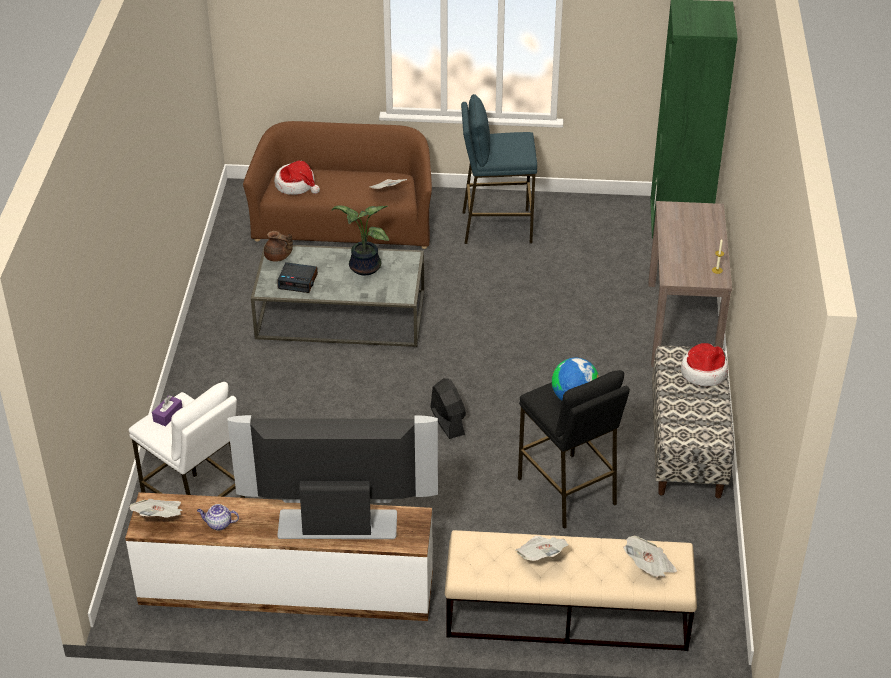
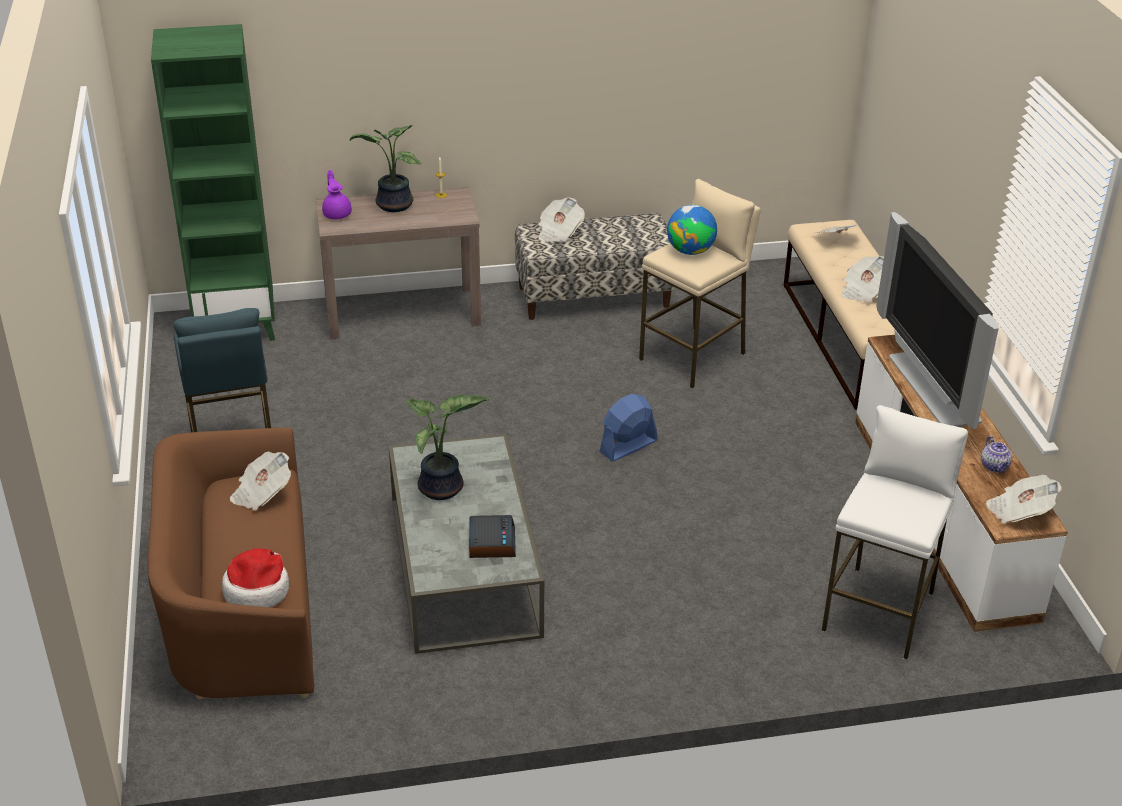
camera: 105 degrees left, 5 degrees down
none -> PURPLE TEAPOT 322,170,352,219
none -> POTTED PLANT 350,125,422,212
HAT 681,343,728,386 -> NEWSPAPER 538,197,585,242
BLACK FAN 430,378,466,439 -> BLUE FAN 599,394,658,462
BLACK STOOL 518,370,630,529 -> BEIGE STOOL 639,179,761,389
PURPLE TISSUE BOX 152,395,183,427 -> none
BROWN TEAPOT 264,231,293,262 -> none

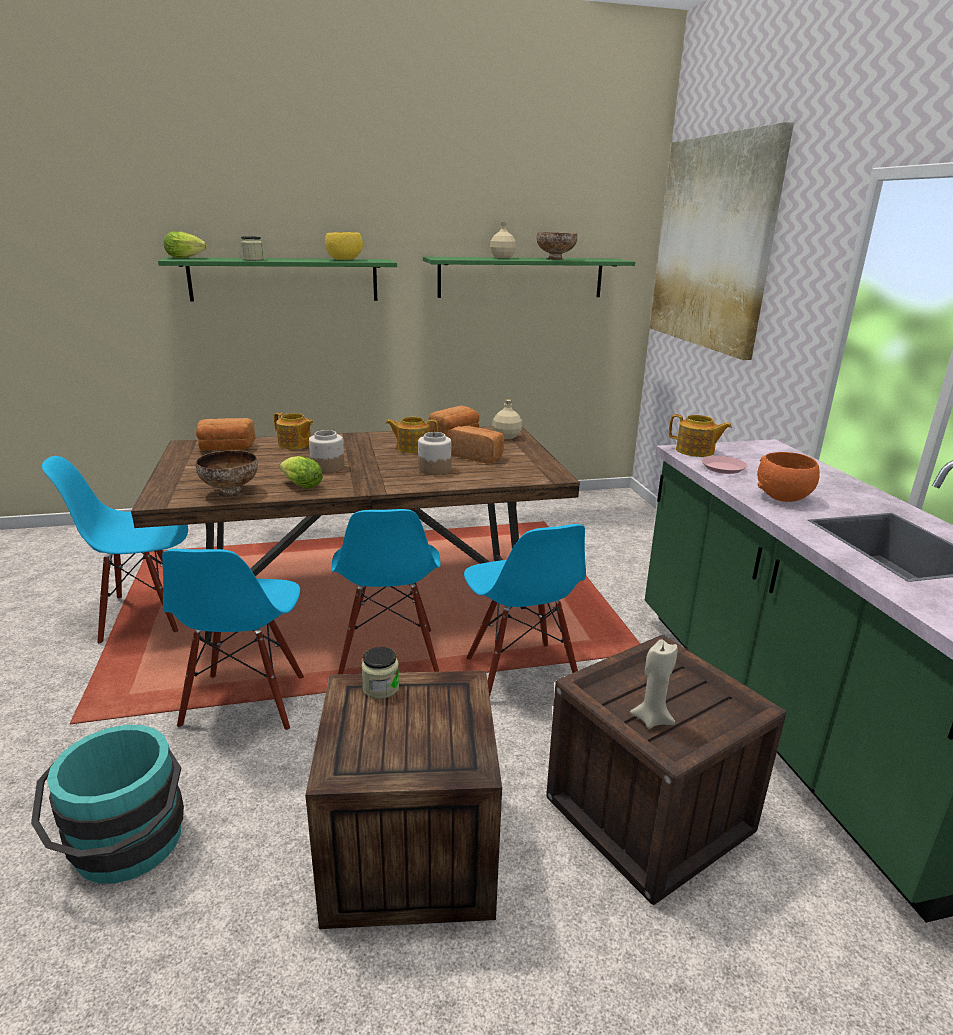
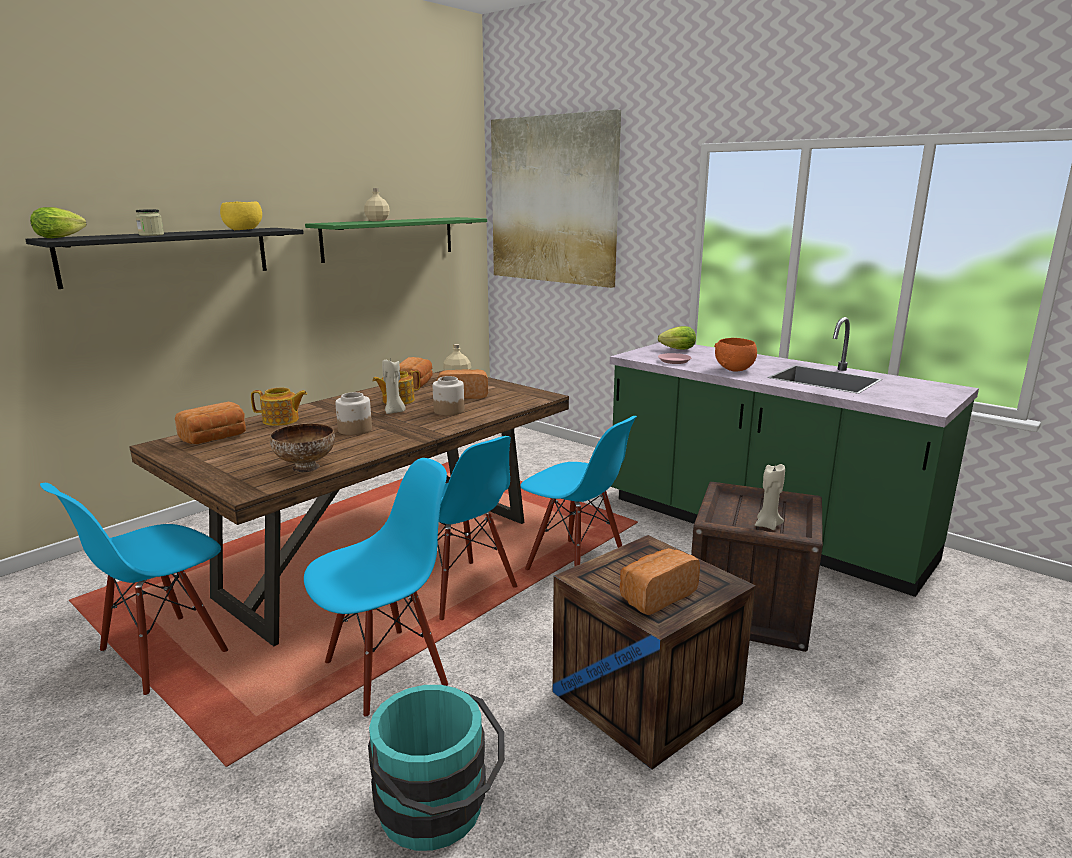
camera: 35 degrees left, 5 degrees down
GREEN SHELF 158,257,397,302 -> BLACK SHELF 25,228,304,289
BLUE CHAIR 162,549,304,731 -> BLUE CHAIR 304,458,448,718, 90 degrees counterclockwise
none -> BEIGE CANDLE 382,358,406,414
none -> BREAD 619,548,700,615
LETTUCE 279,456,323,489 -> LETTUCE 658,326,696,350, shifted
JAR 361,647,399,699 -> none
BOWL 537,232,577,260 -> none
TEAPOT 669,414,732,457 -> none

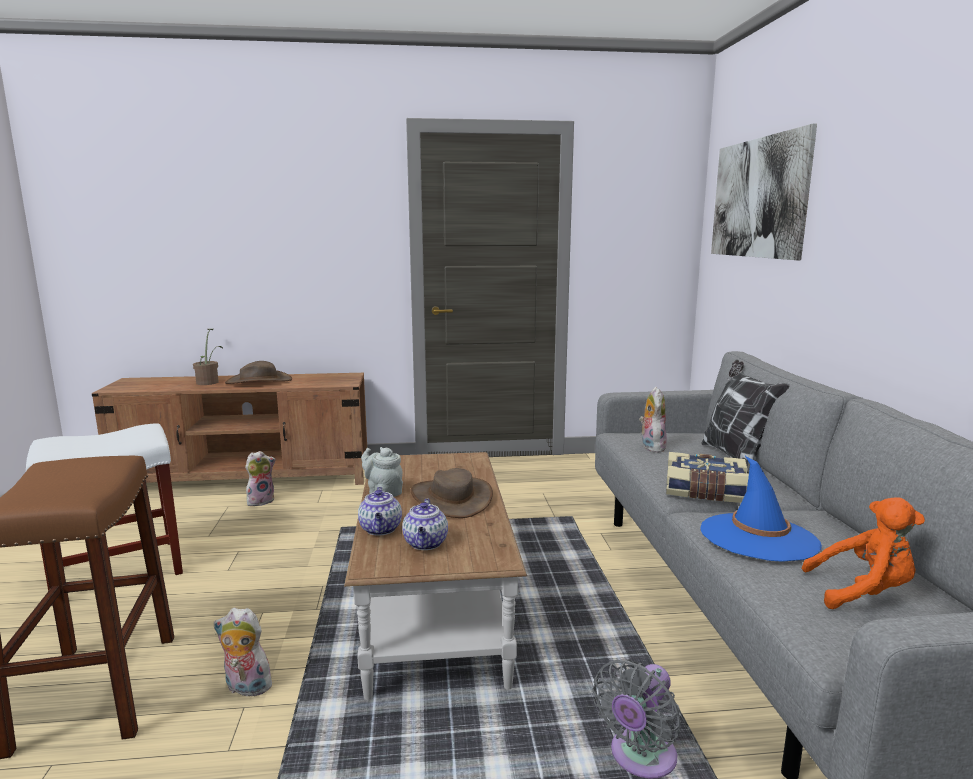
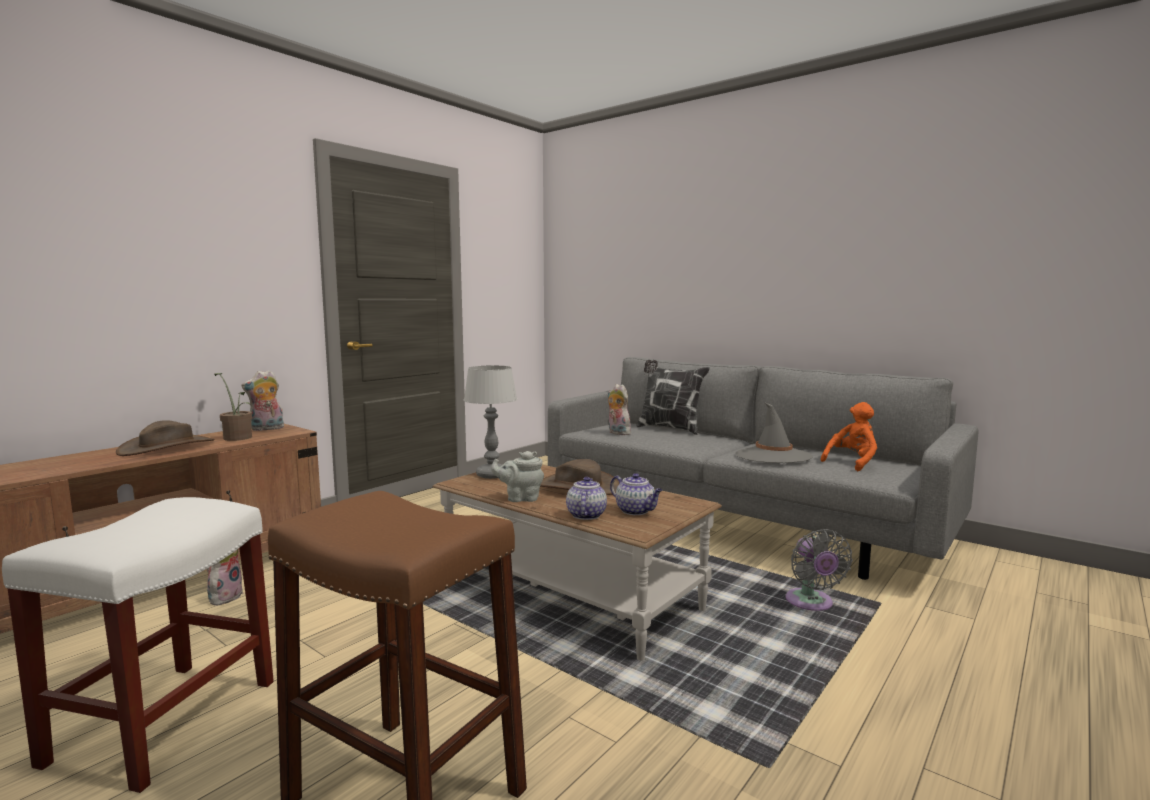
camera: 45 degrees left, 5 degrees down
POTTED PLANT 193,329,223,385 -> POTTED PLANT 214,373,252,441, shifted
PLUSH TOY 214,608,278,697 -> PLUSH TOY 241,370,284,431, shifted
none -> TABLE LAMP 464,365,517,479
TEAPOT 358,487,402,536 -> TEAPOT 566,477,607,520, 120 degrees counterclockwise
BLUE HAT 700,456,822,562 -> GREY HAT 735,402,813,463
BOOK 666,452,749,503 -> none
PICTURE 711,124,817,260 -> none

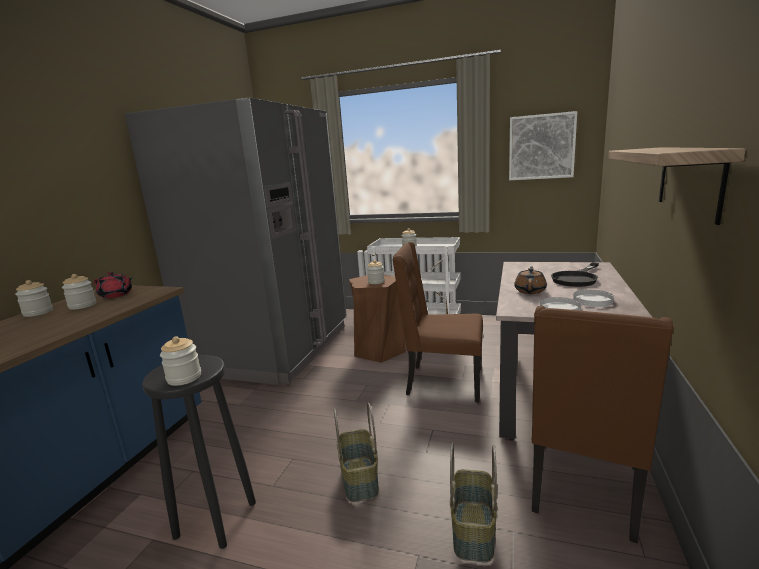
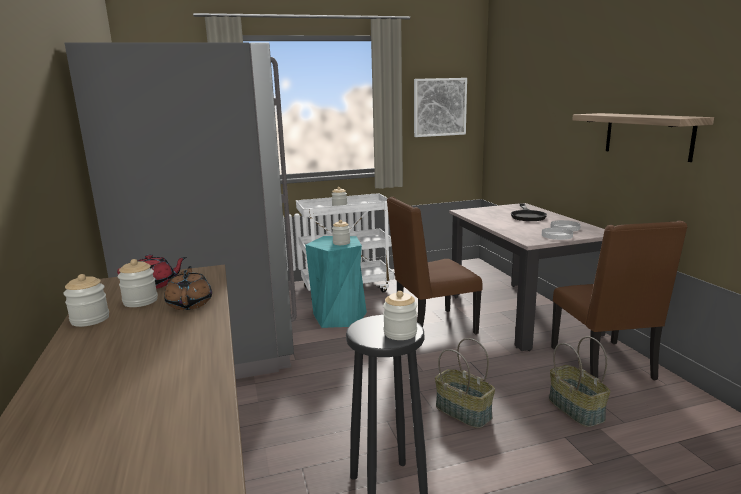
camera: 35 degrees left, 0 degrees up
BROWN TEAPOT 514,267,547,294 -> BROWN TEAPOT 164,266,212,310, shifted
BROWN STOOL 349,275,406,363 -> TURQUOISE STOOL 305,236,367,328

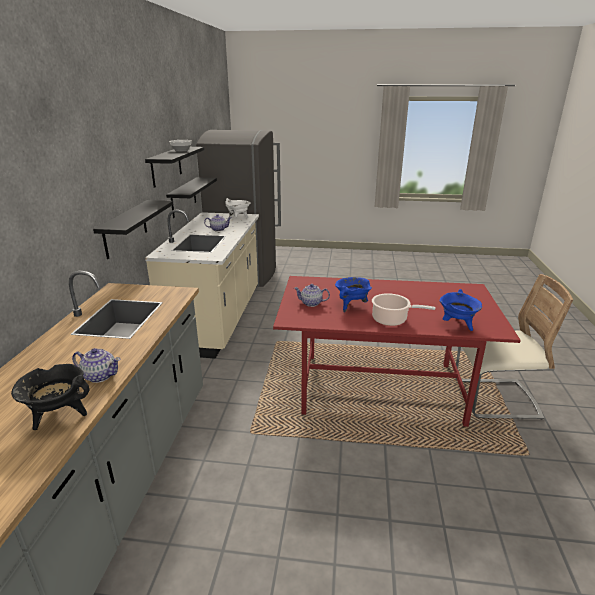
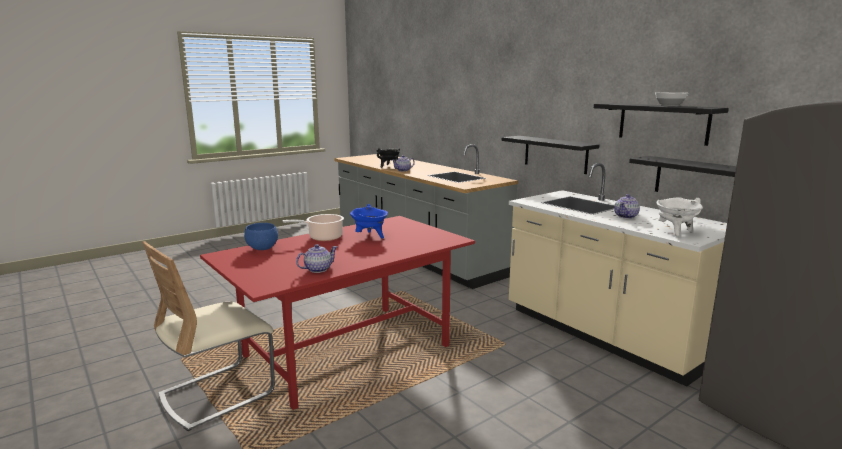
camera: 135 degrees right, 10 degrees down
BLUE COOKING POT 440,289,482,331 -> BLUE BOWL 244,223,278,250
TEAPOT 294,284,330,307 -> TEAPOT 296,244,337,273, shifted

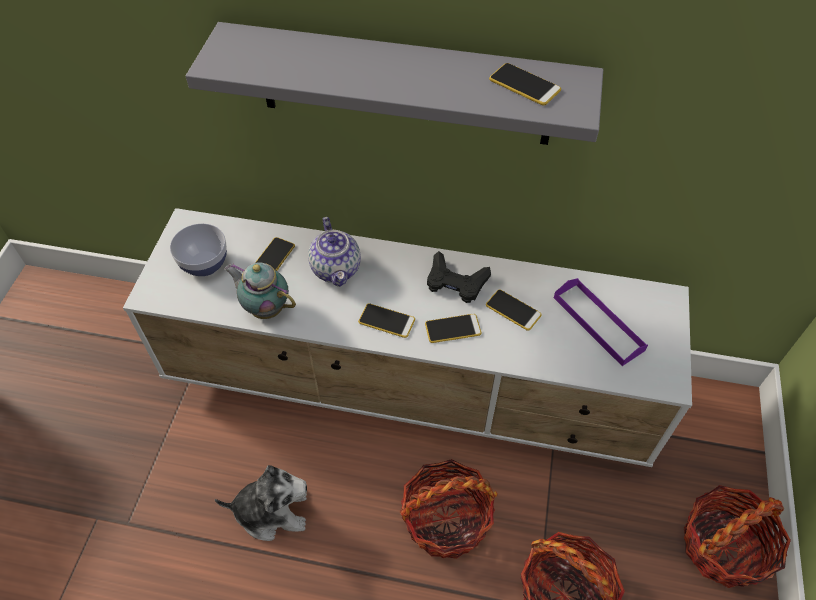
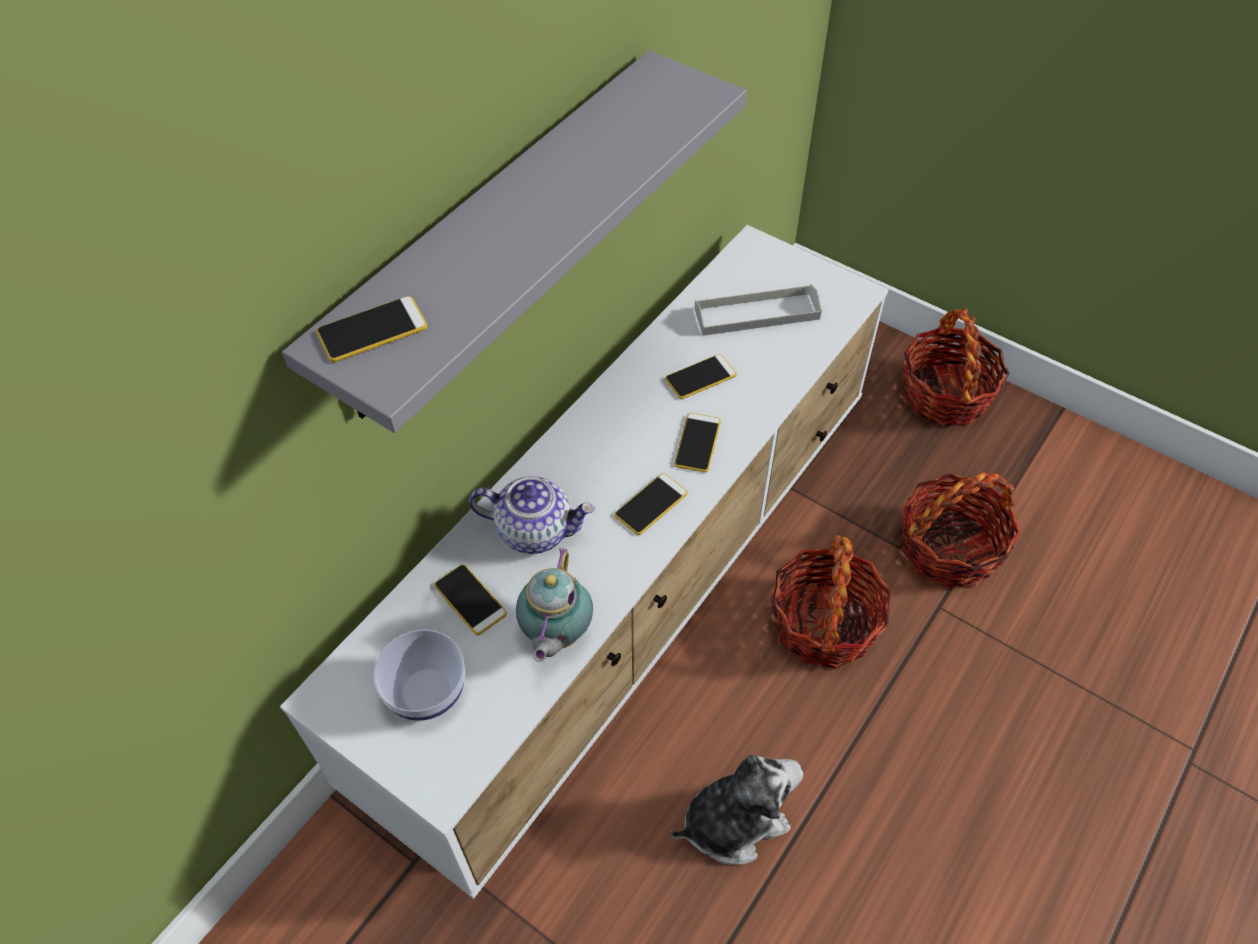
camera: 65 degrees left, 0 degrees up
PHONE 489,63,561,105 -> PHONE 316,296,427,362, shifted
TEAPOT 224,262,296,319 -> TEAPOT 516,548,593,662, 45 degrees counterclockwise
PLUSH TOY 215,465,307,541 -> PLUSH TOY 670,755,803,865, 45 degrees clockwise
PURPLE TRAY 554,278,648,366 -> GREY TRAY 695,284,822,336
BLACK GAME CONTROLLER 427,251,491,303 -> none

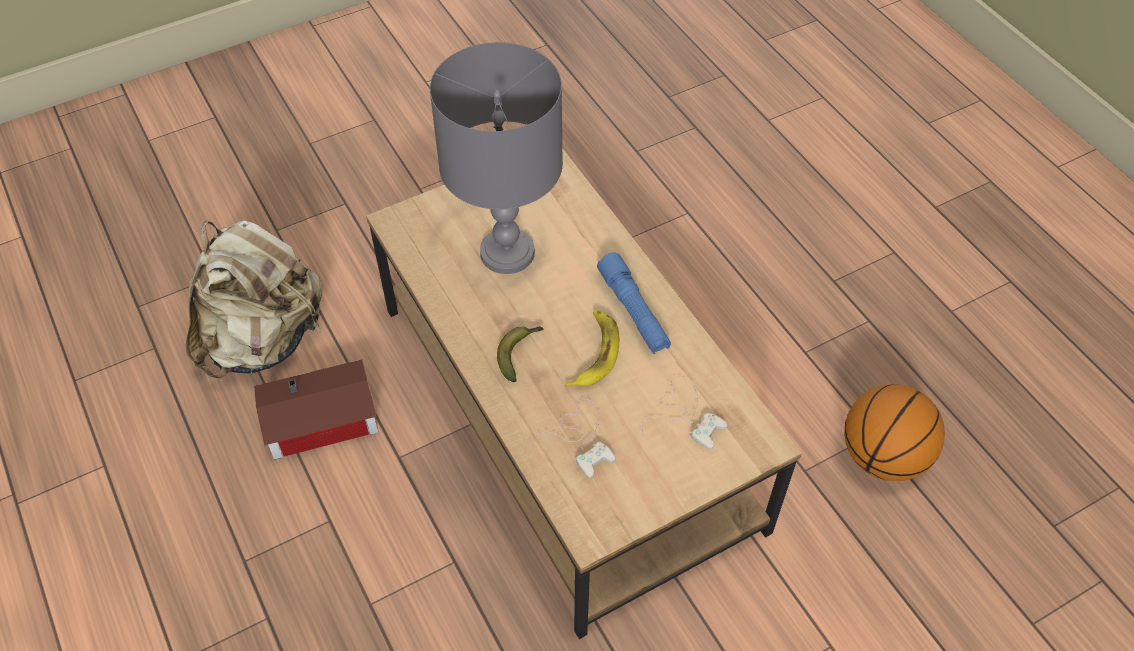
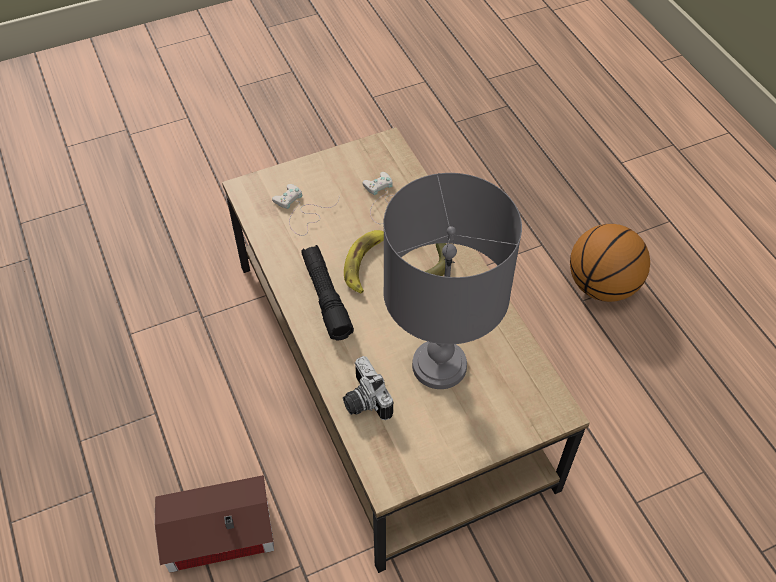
camera: 175 degrees left, 0 degrees up
TOY HOUSE 254,359,378,459 -> TOY HOUSE 155,475,274,573, shifted
BLUE FLASHLIGHT 597,252,671,354 -> BLACK FLASHLIGHT 301,245,354,341
none -> PHOTO CAMERA 343,356,393,420
BASKETBALL 844,384,945,481 -> BASKETBALL 570,224,650,302, shifted
BEIGE BACKPACK 186,220,323,378 -> none

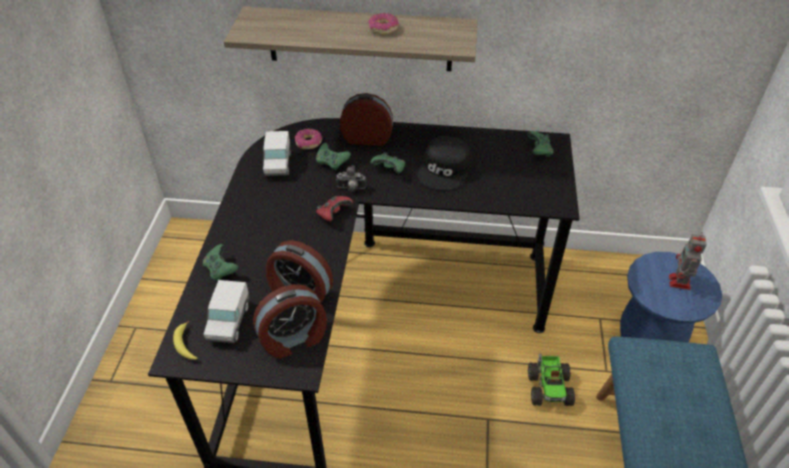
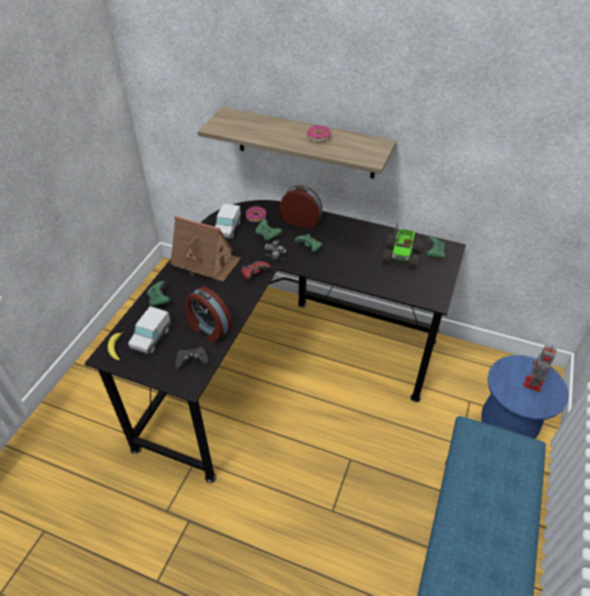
camera: 15 degrees right, 0 degrees up
none -> TOY HOUSE 170,216,240,281
ALARM CLOCK 253,284,327,359 -> BLACK GAME CONTROLLER 175,347,209,370
TOY TRUCK 528,353,575,406 -> TOY TRUCK 382,223,422,269, shifted
BLACK CAP 417,136,472,190 -> none

